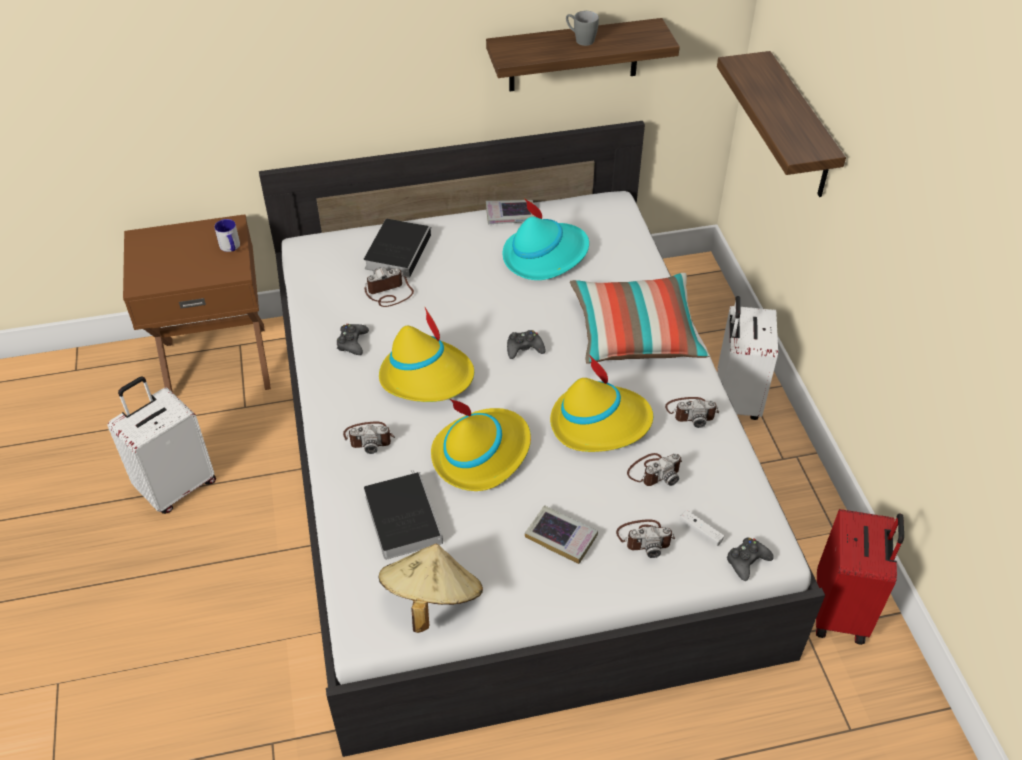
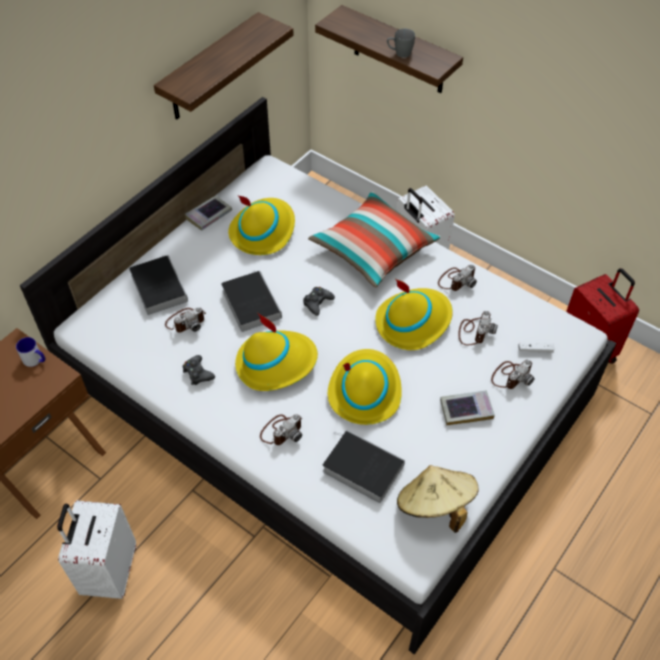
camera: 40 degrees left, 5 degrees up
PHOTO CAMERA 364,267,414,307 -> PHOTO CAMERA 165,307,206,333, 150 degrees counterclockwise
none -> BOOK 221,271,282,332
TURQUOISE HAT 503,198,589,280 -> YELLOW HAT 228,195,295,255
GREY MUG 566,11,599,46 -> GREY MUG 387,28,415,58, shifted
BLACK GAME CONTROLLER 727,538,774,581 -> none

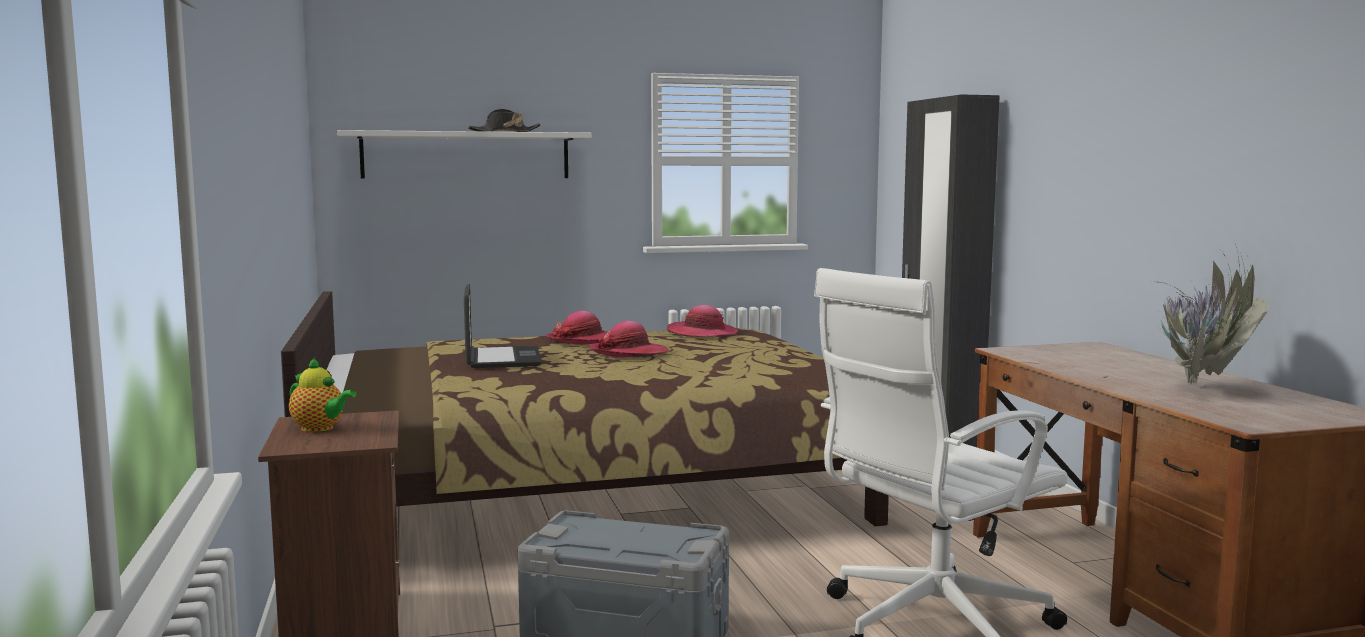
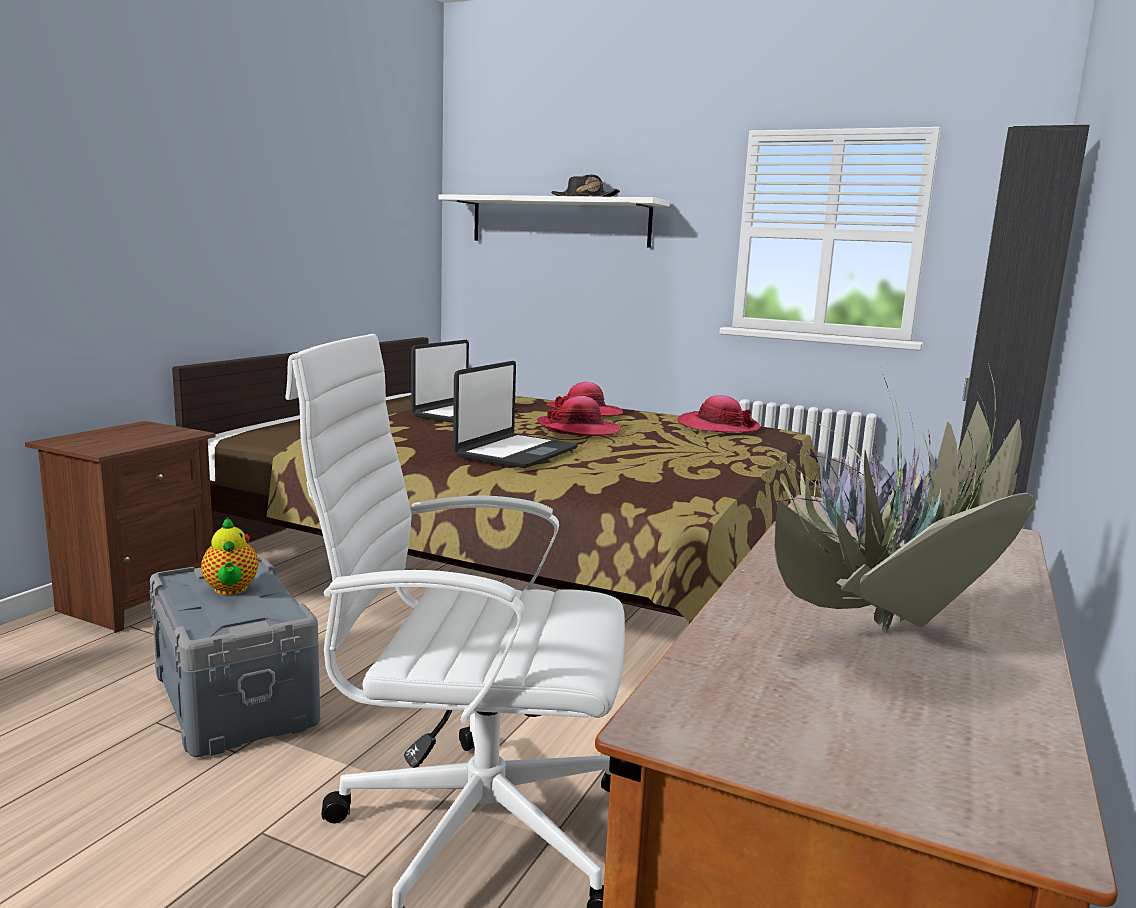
camera: 40 degrees right, 5 degrees up
TEAPOT 289,357,357,432 -> TEAPOT 201,517,258,595, shifted
none -> LAPTOP 453,361,578,468

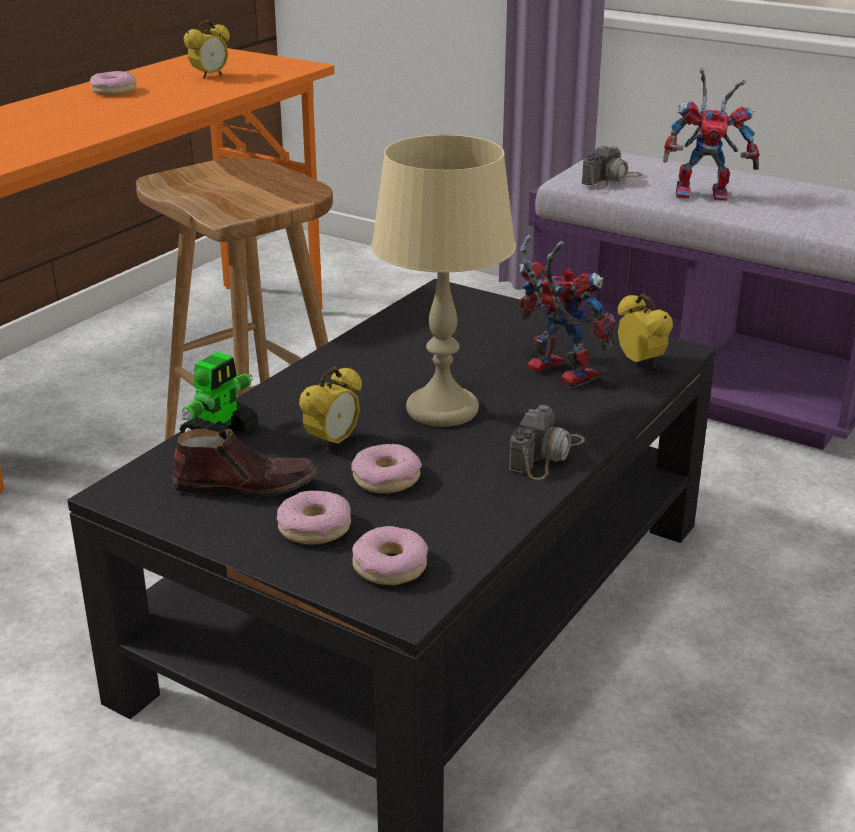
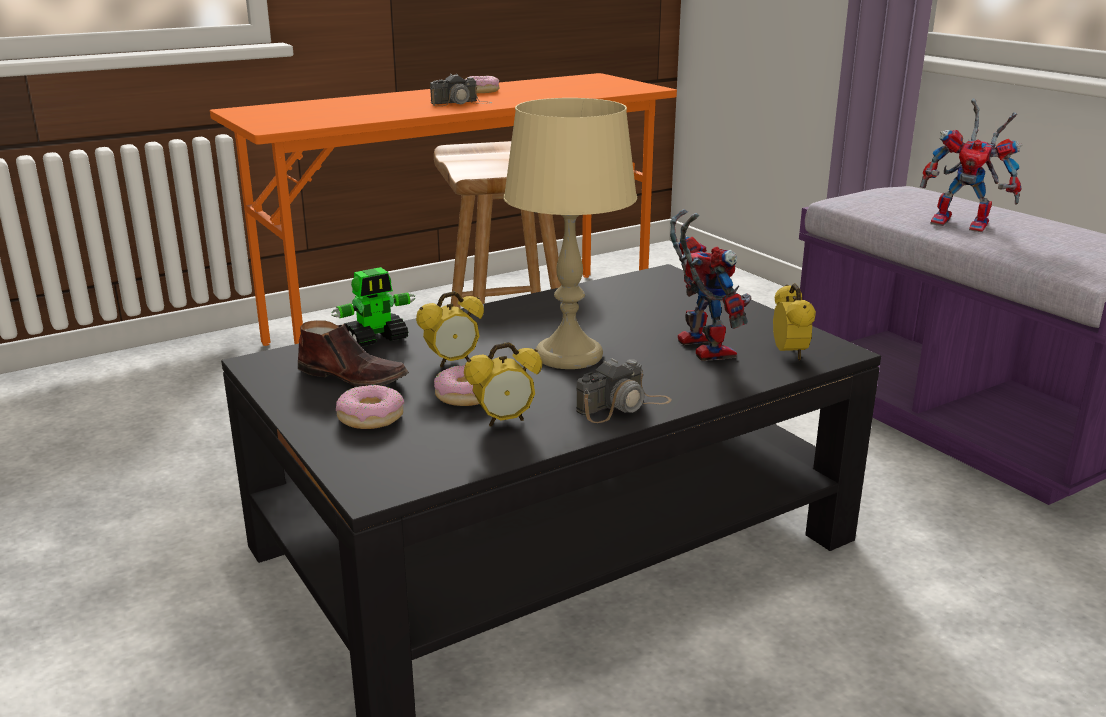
camera: 25 degrees right, 5 degrees down
PHOTO CAMERA 582,145,642,189 -> PHOTO CAMERA 430,73,492,106, shifted
ALARM CLOCK 184,20,230,79 -> ALARM CLOCK 464,342,542,426, shifted
DONUT 352,526,428,585 -> none

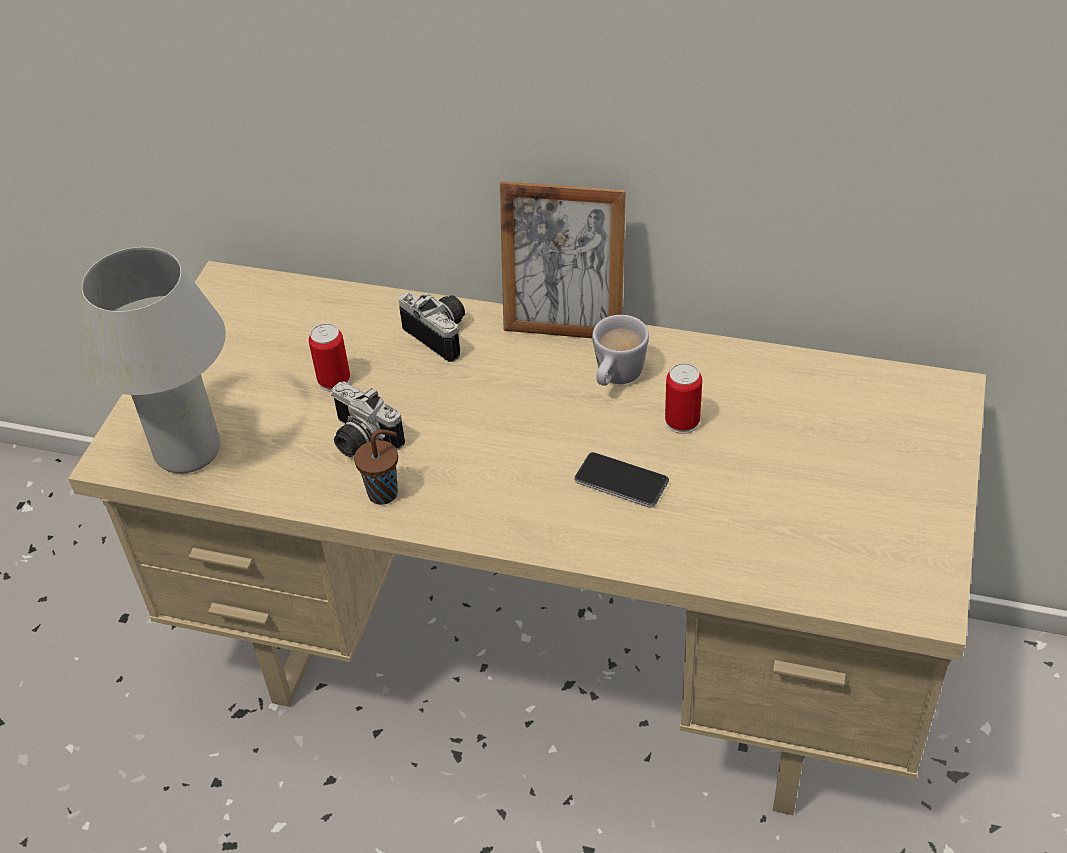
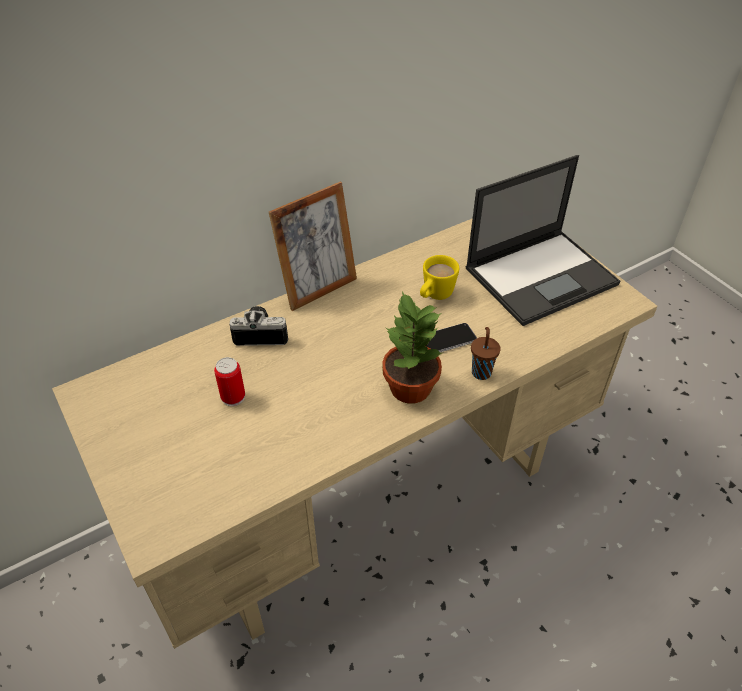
camera: 50 degrees left, 0 degrees up
none -> POTTED PLANT 382,291,442,404
CAN 665,363,702,434 -> YELLOW MUG 420,255,459,300
none -> LAPTOP 466,155,620,326
BROWN CUP 354,429,398,505 -> BROWN CUP 471,327,501,380, shifted
WHITE TABLE LAMP 79,247,226,473 -> none
PHOTO CAMERA 331,381,405,457 -> none
WHITE MUG 592,315,649,386 -> none

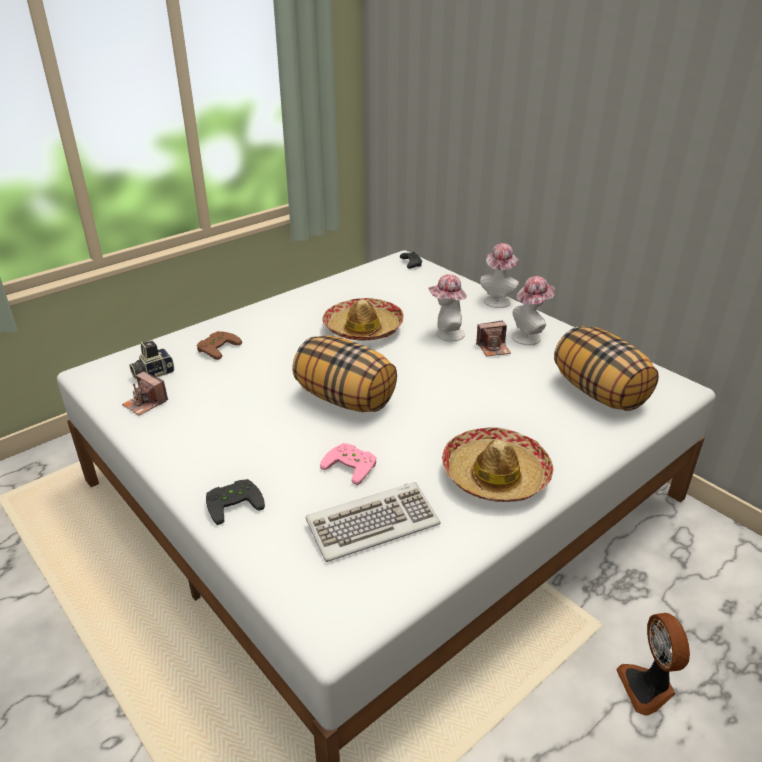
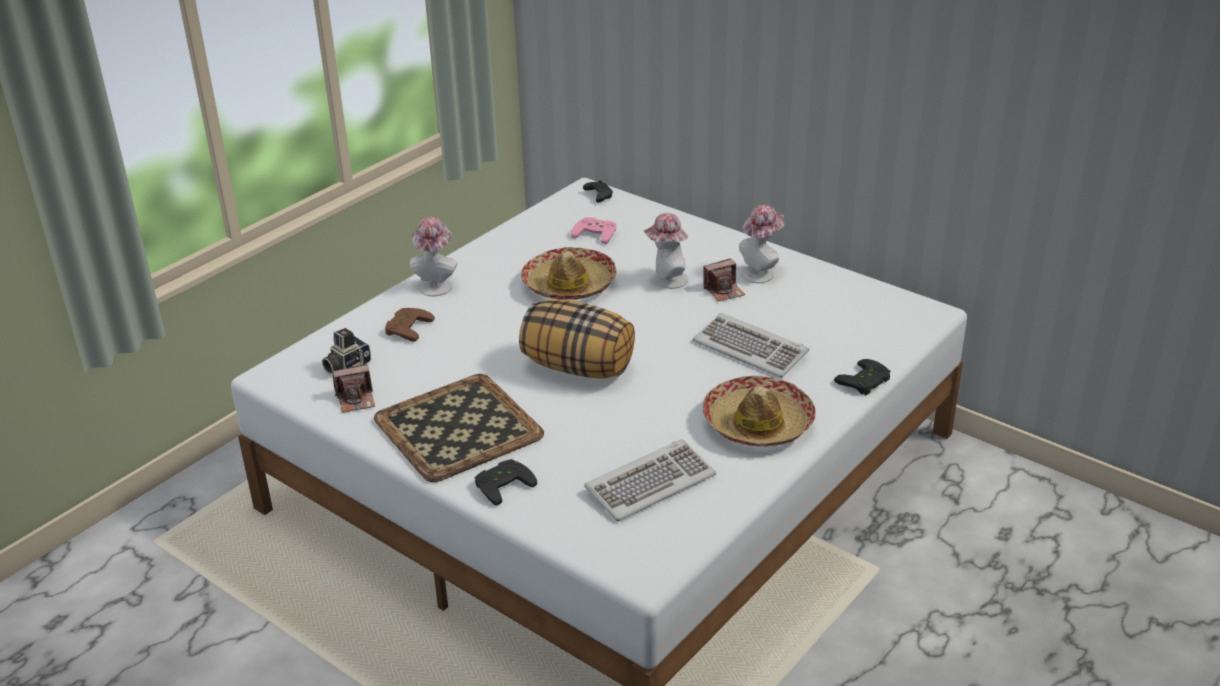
camera: 10 degrees left, 0 degrees up
PHOTO CAMERA 122,372,168,415 -> PHOTO CAMERA 332,364,375,413, 45 degrees counterclockwise
none -> TRAY 374,374,544,482
HAT 480,243,519,308 -> HAT 410,217,457,296, shifted
PINK GAME CONTROLLER 320,443,377,485 -> PINK GAME CONTROLLER 571,217,616,244, shifted
none -> KEYBOARD 693,313,809,378
none -> BLACK GAME CONTROLLER 834,359,890,395
PILLOW 554,326,659,411 -> none
FAN 616,613,690,716 -> none

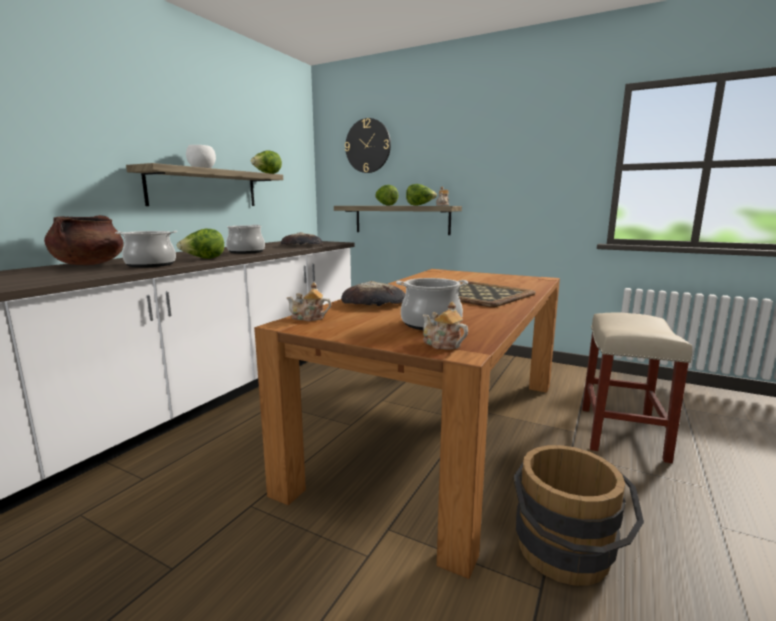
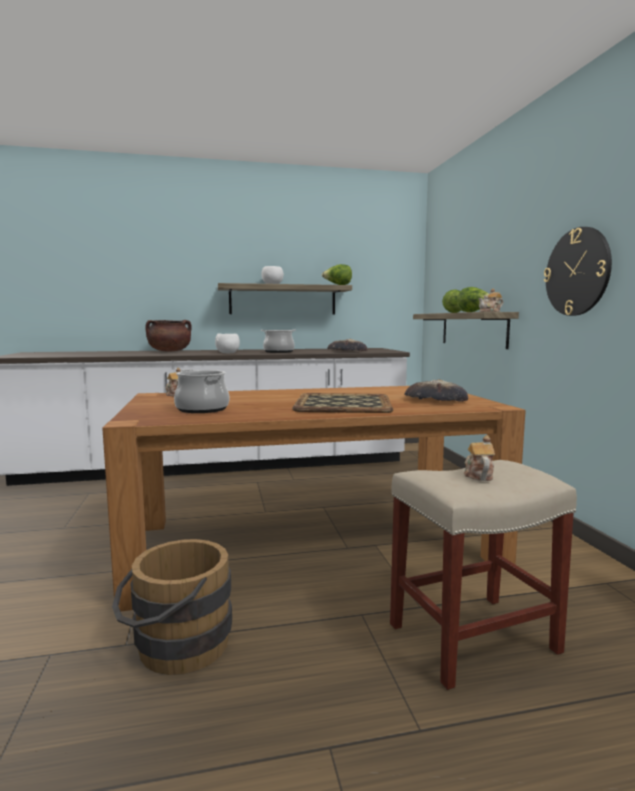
camera: 50 degrees right, 5 degrees down
LETTUCE 177,229,224,259 -> WHITE BOWL 215,333,240,353
BREAD 341,281,406,306 -> BREAD 404,379,468,402, shifted
TEAPOT 422,302,468,349 -> TEAPOT 464,435,495,481, shifted
WALL CLOCK 345,118,391,173 -> WALL CLOCK 544,227,612,316, shifted
COOKING POT 115,231,177,268 -> none

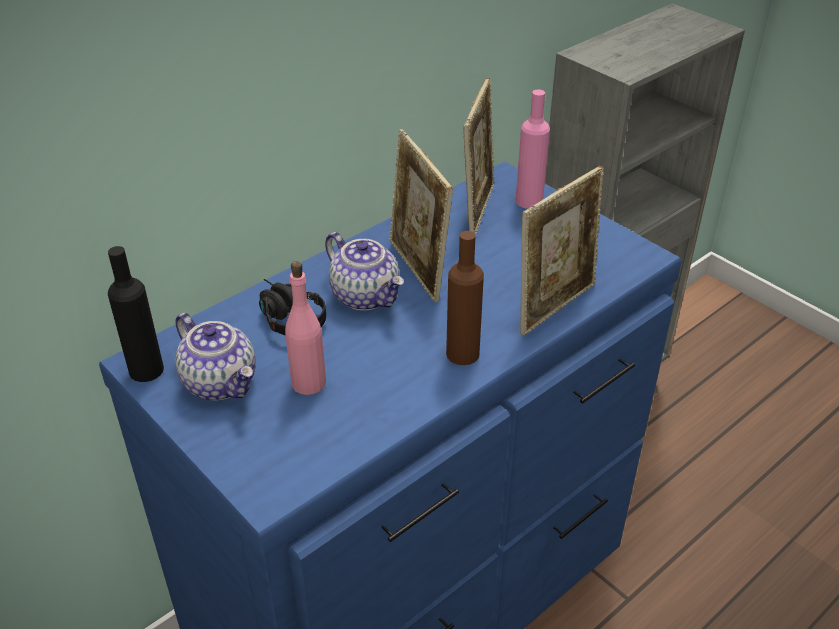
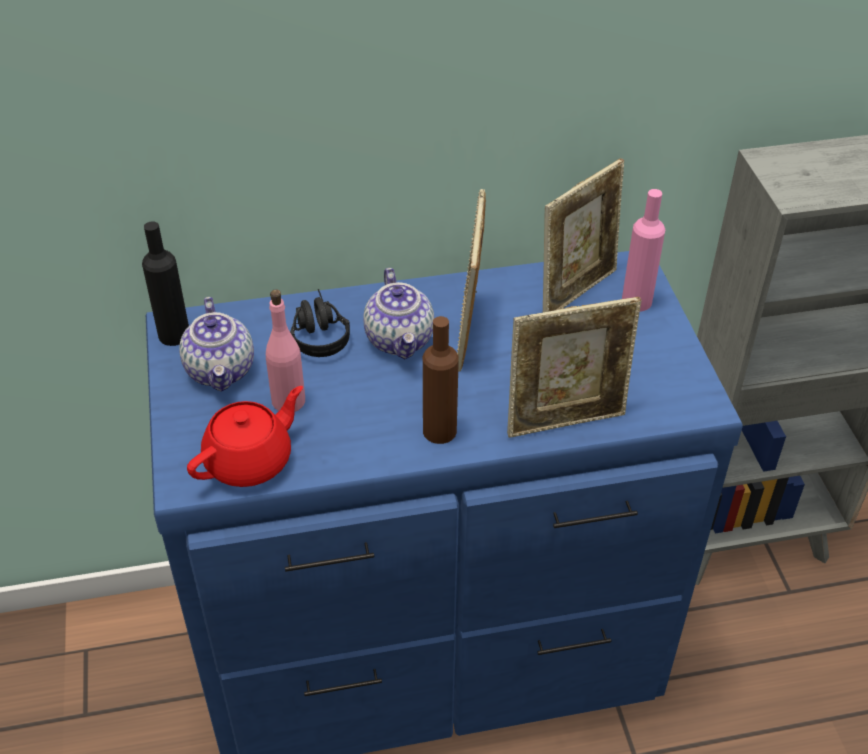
camera: 30 degrees right, 5 degrees up
none -> RED TEAPOT 187,386,303,487

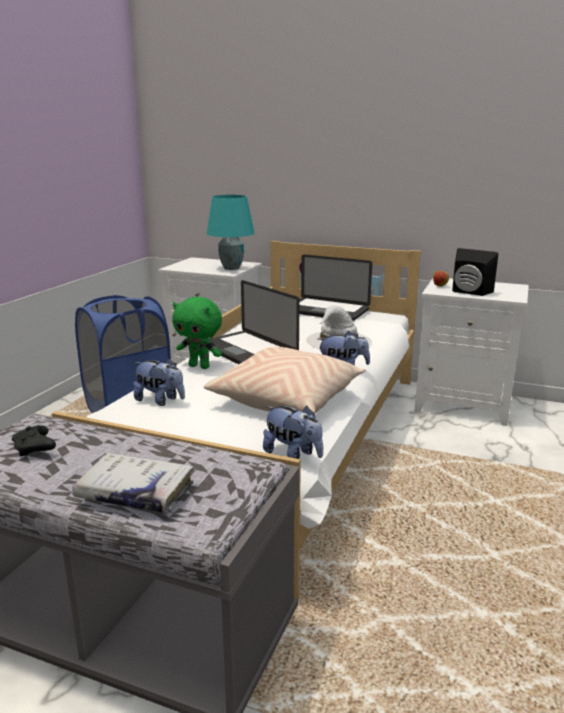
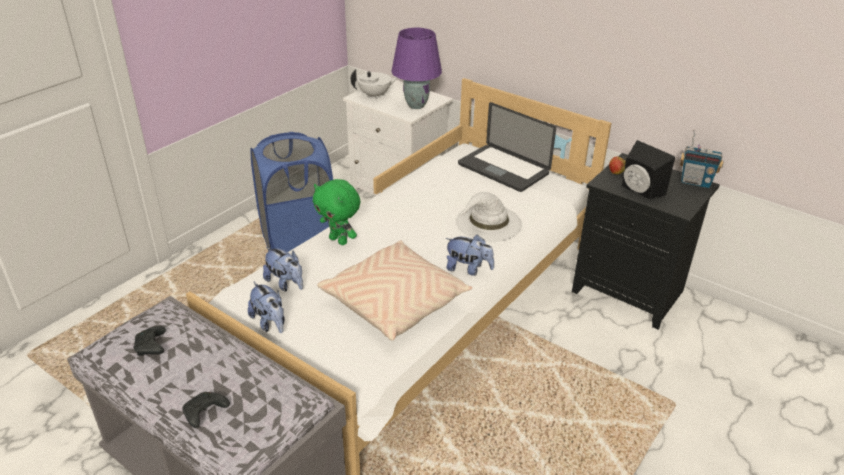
camera: 15 degrees right, 15 degrees up
WHITE BOOK 72,453,194,513 -> BLACK GAME CONTROLLER 182,392,230,428
PLUSH TOY 263,406,323,459 -> PLUSH TOY 248,282,285,333, shifted
none -> WHITE TEAPOT 351,69,398,99
TURQUOISE TABLE LAMP 207,195,254,270 -> PURPLE TABLE LAMP 392,28,442,109
WHITE NIGHTSTAND 415,278,529,426 -> BLACK NIGHTSTAND 572,153,720,330
none -> RADIO 680,130,724,188
LAPTOP 209,280,300,364 -> none

